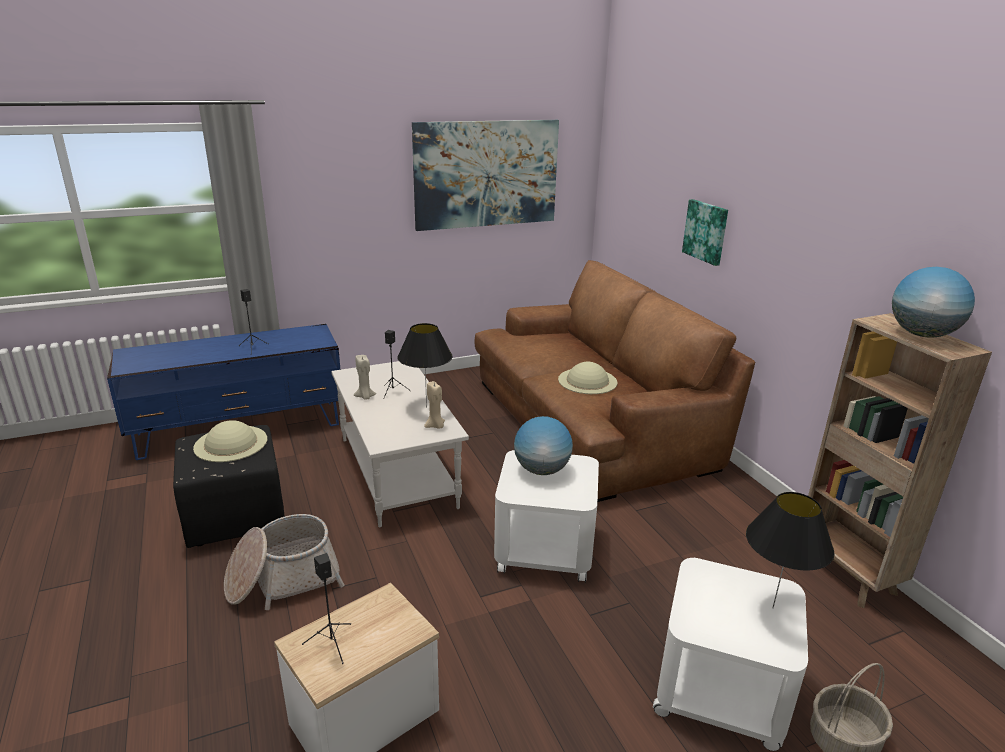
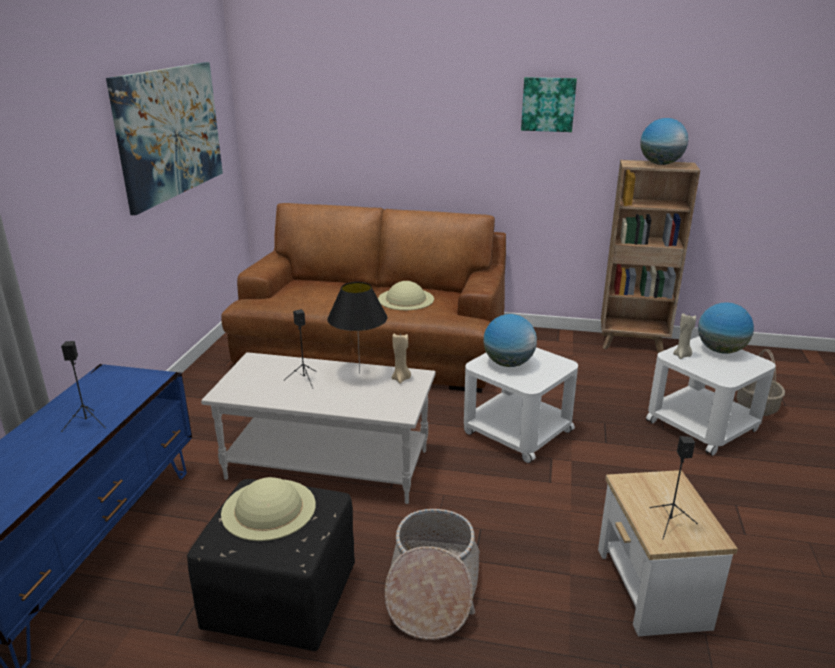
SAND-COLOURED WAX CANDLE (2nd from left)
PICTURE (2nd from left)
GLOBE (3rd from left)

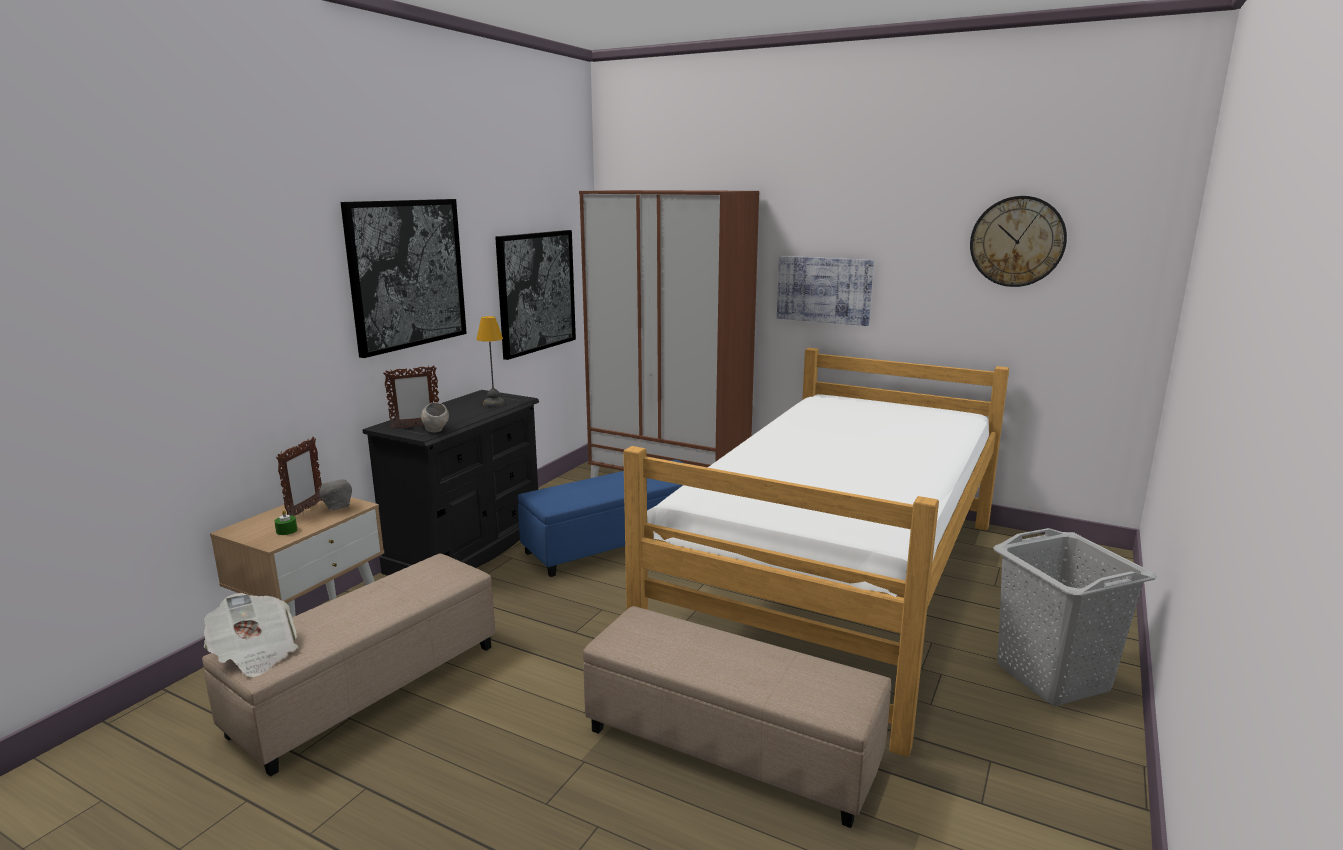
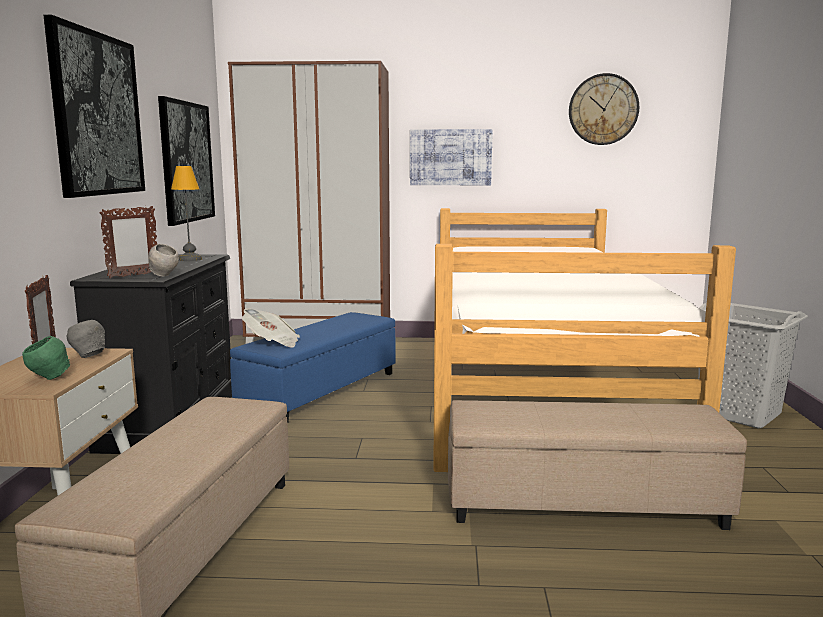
PRINTED PAPER
GREENISH DEEP DISH

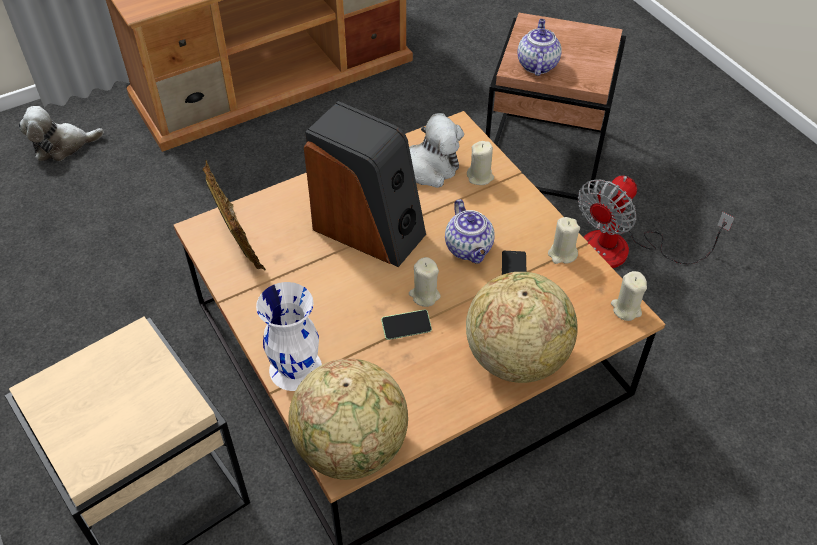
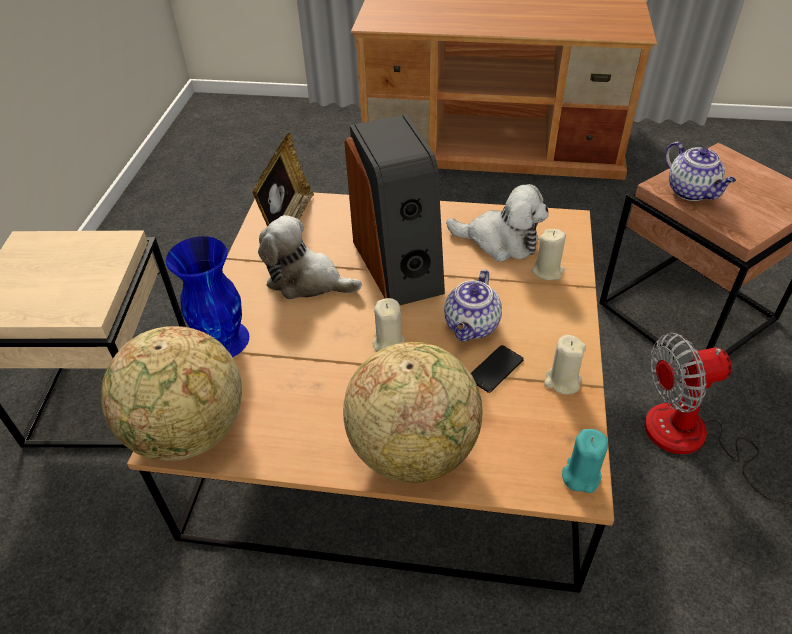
HANDSET (1st from left in the first image)
CUDDLY TOY (1st from left)
BLUE DECORATIVE VASE
TURQUOISE-COLOURED WAX CANDLE
POT FOR TEA (2nd from left)

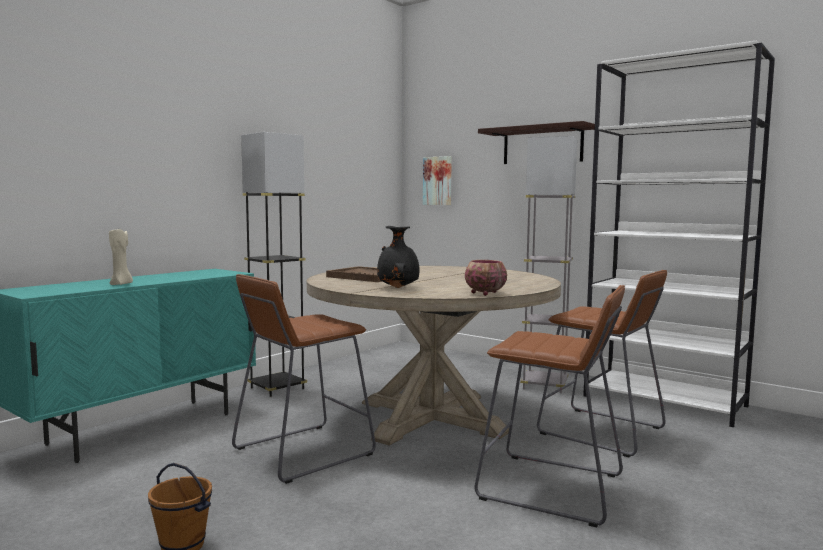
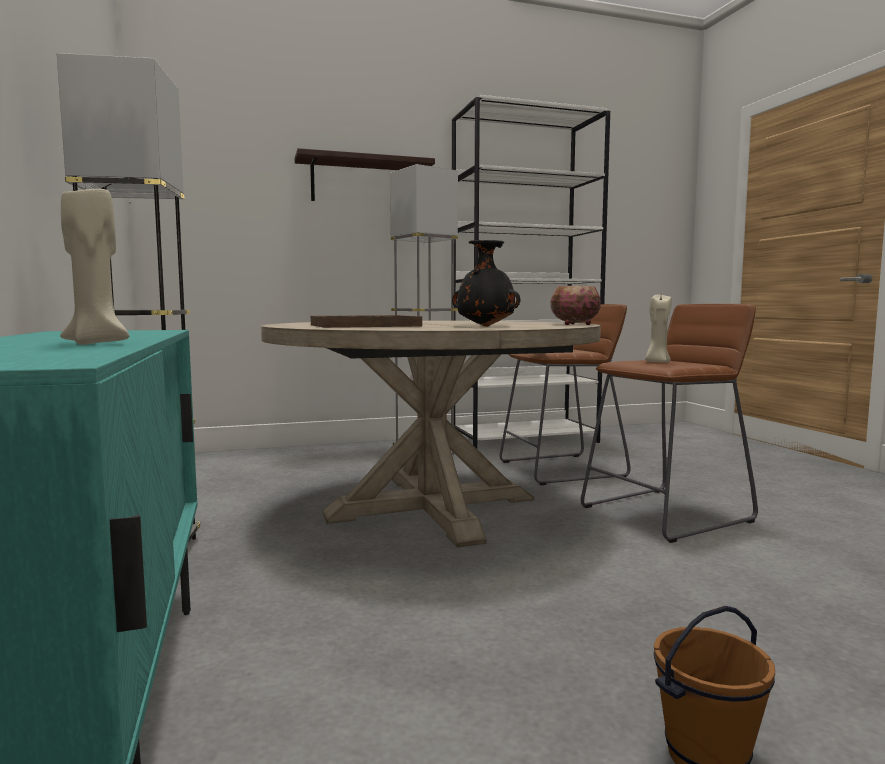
BROWNISH STOOL SEAT (1st from left in the first image)
PICTURE
SAND-COLOURED WAX CANDLE (2nd from left)

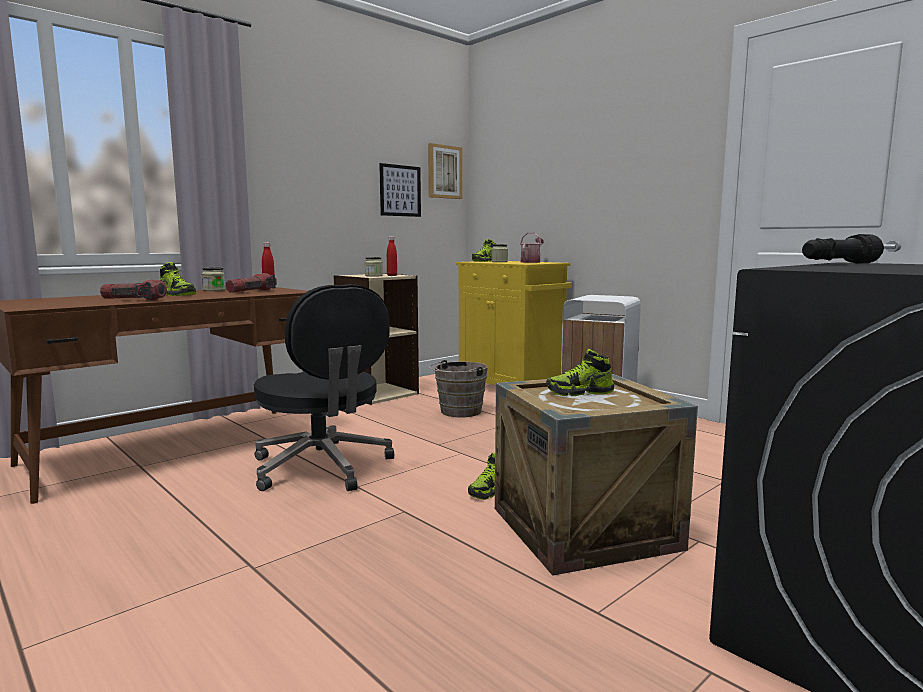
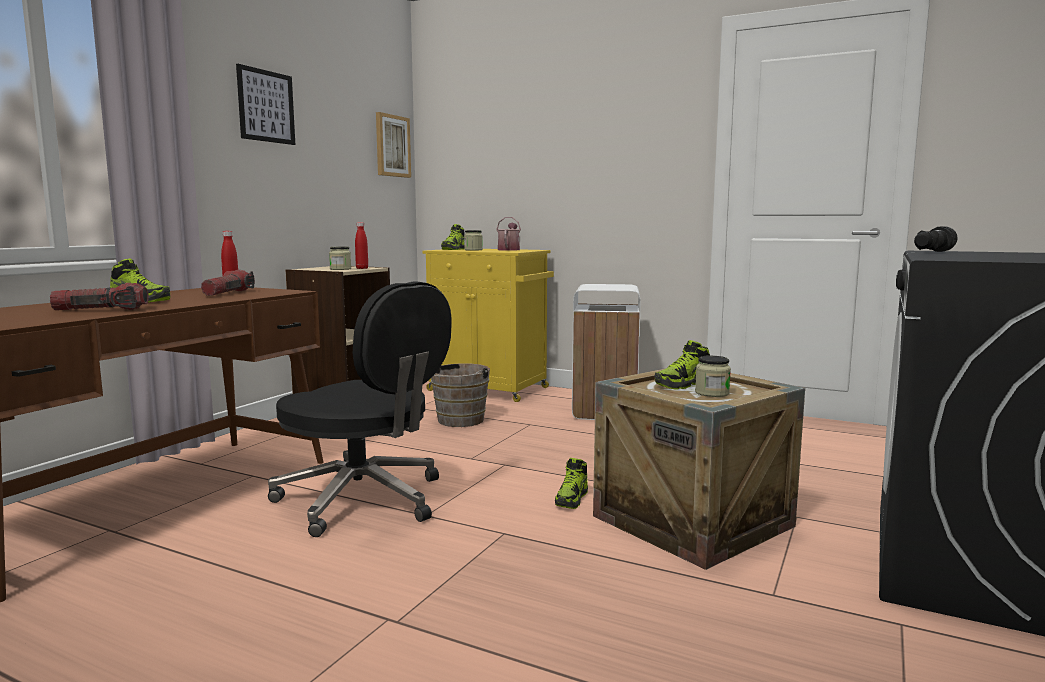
JAR (3rd from left)
PICTURE (1st from left)

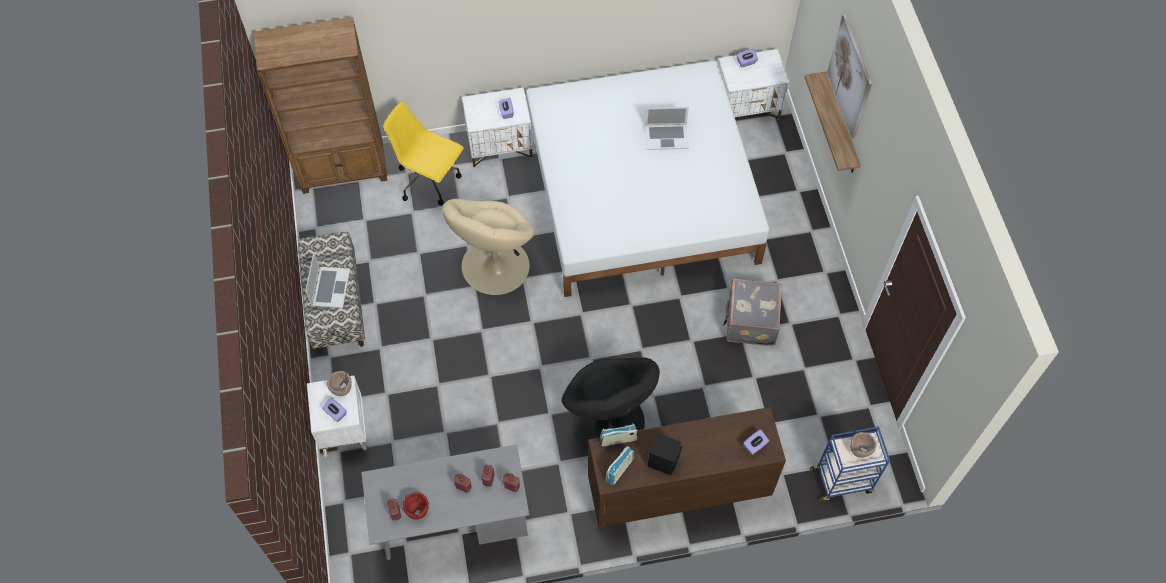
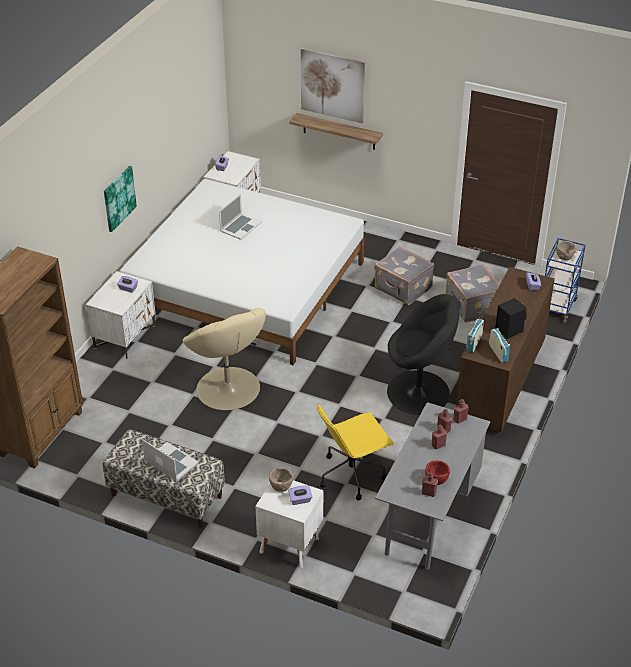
PICTURE (1st from left)
GREY TRAVEL CASE (2nd from left)
YELLOWISH COMPUTER CHAIR

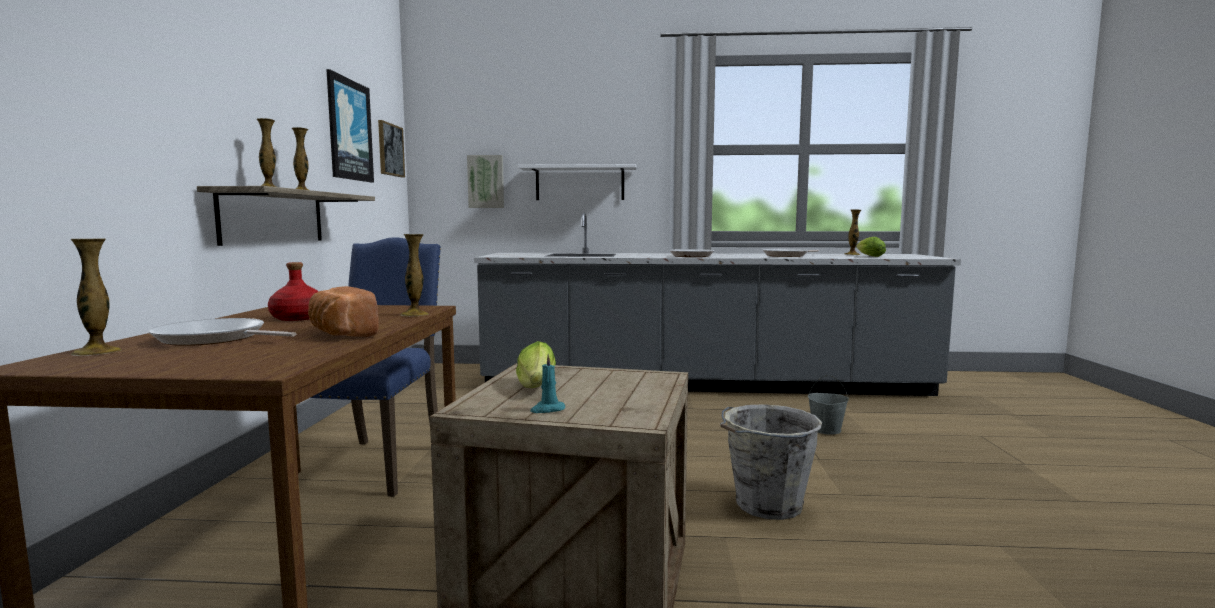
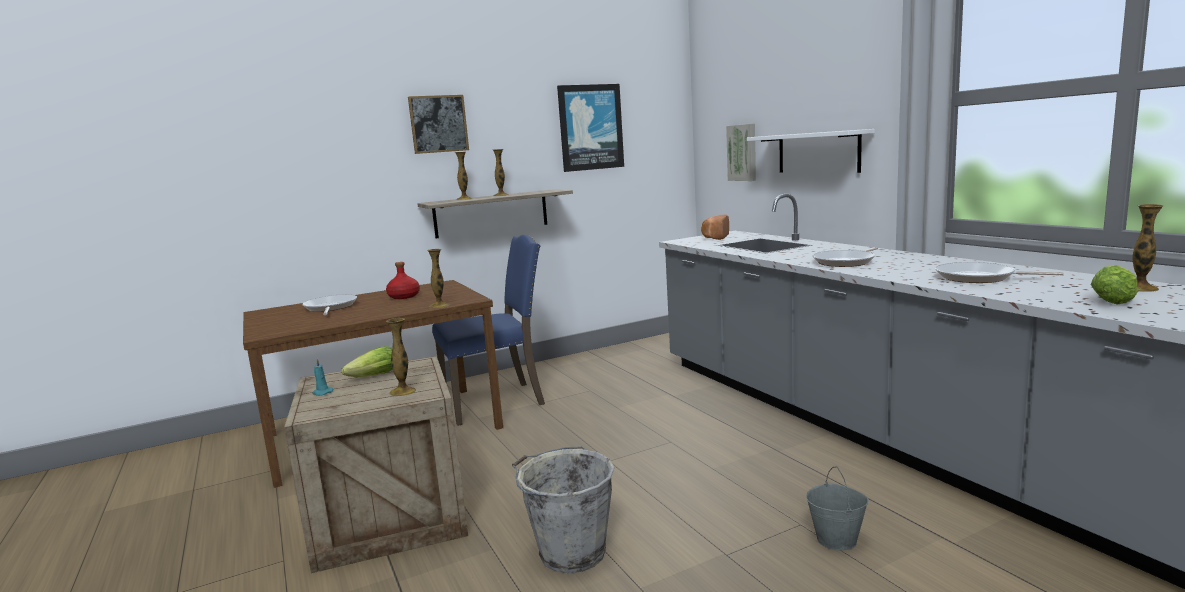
DECORATIVE VASE (1st from left)
BAKERY BREAD
PICTURE (1st from left)

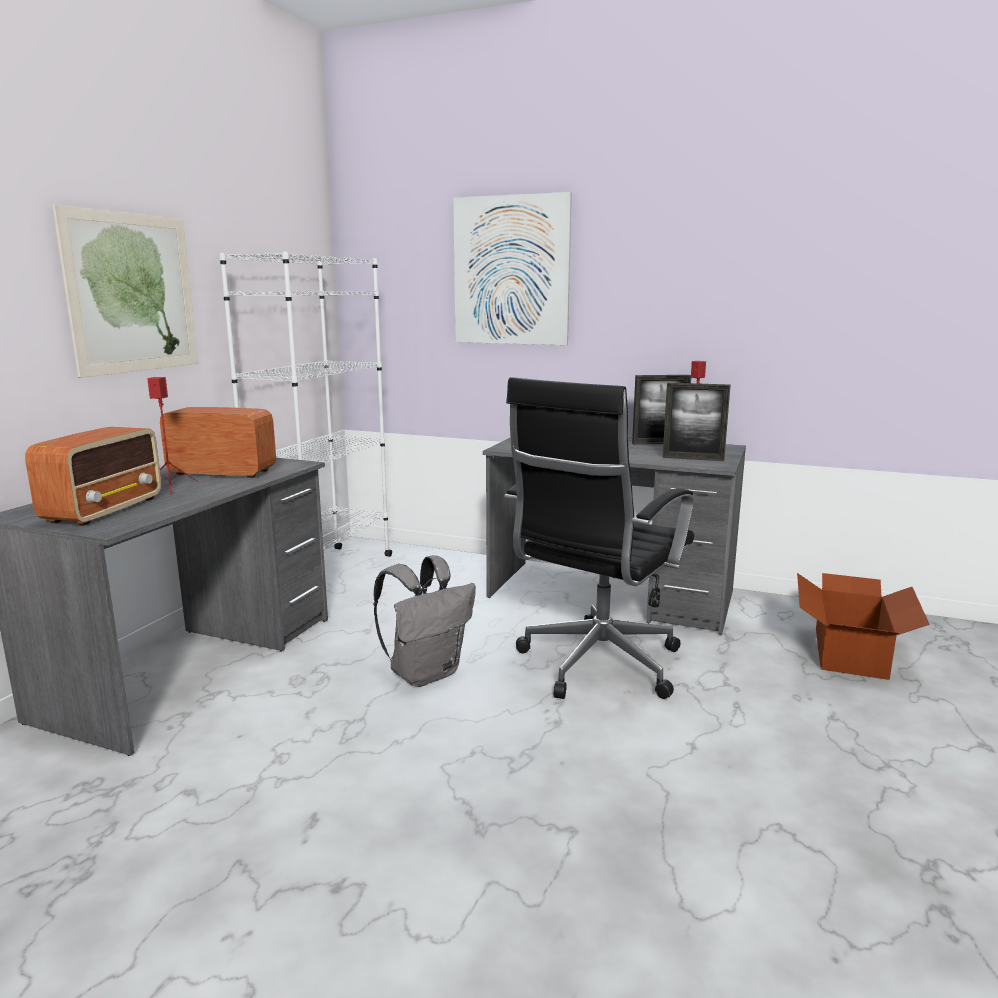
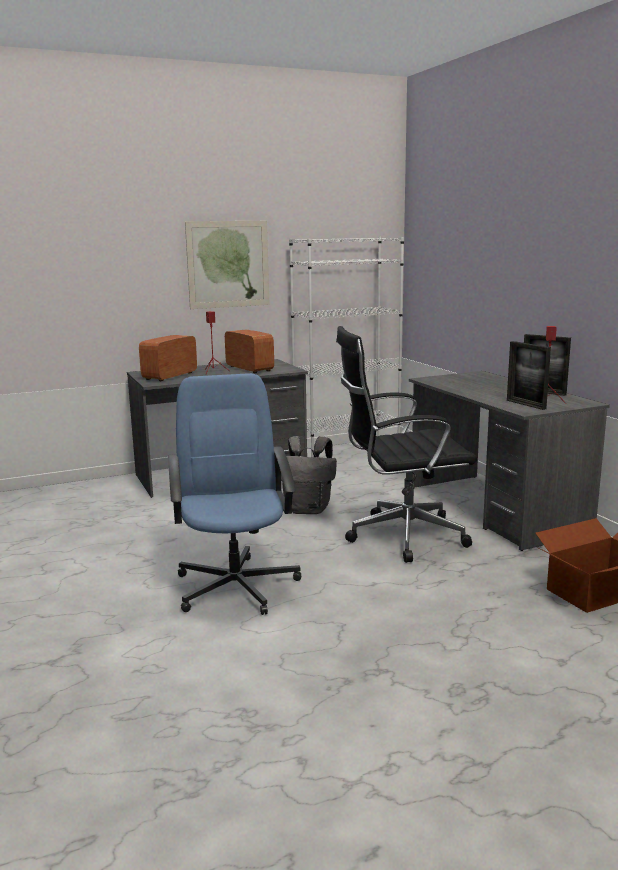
PICTURE (2nd from left in the first image)
BLUE COMPUTER CHAIR
RADIO (1st from left)

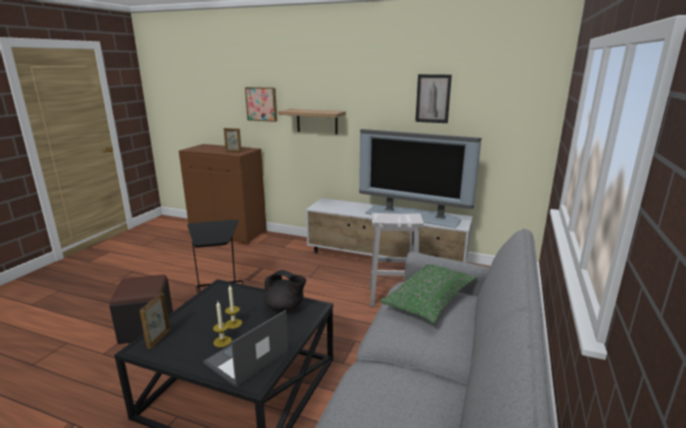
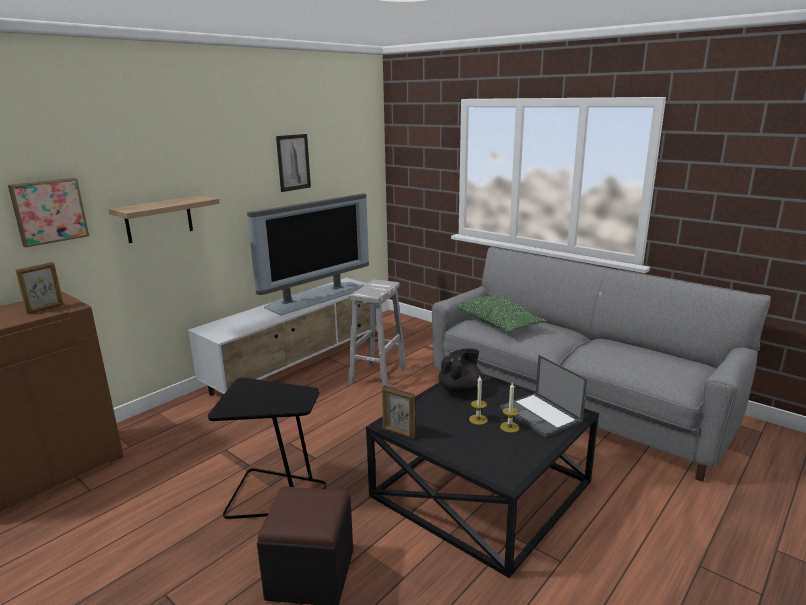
PHOTO FRAME (2nd from left)

